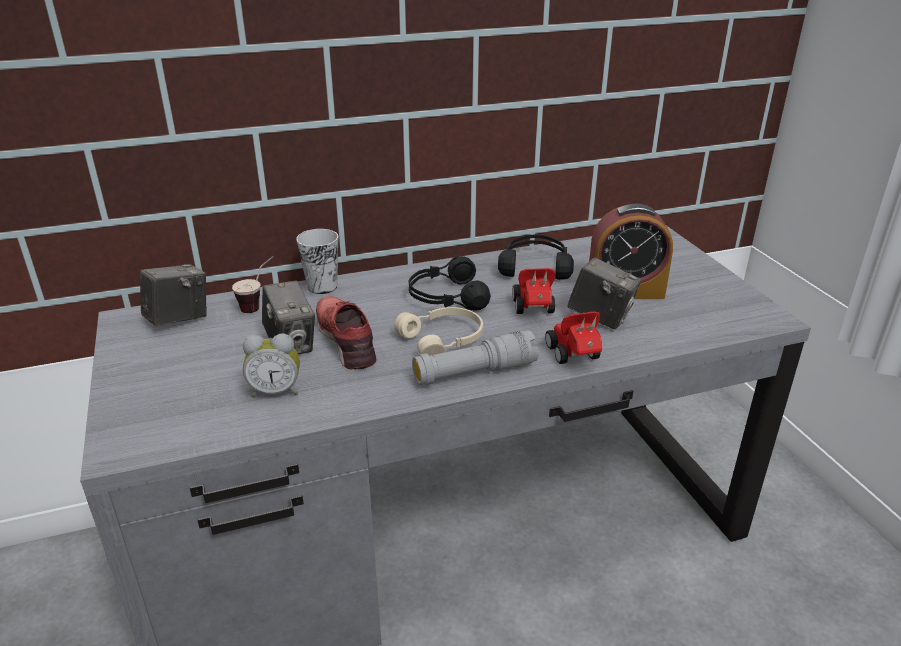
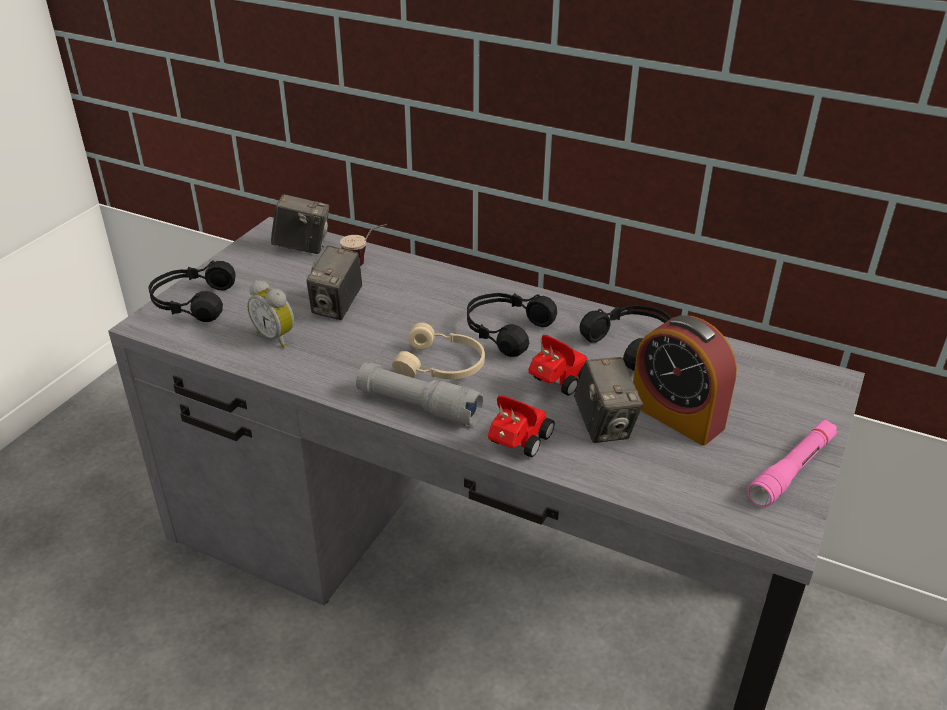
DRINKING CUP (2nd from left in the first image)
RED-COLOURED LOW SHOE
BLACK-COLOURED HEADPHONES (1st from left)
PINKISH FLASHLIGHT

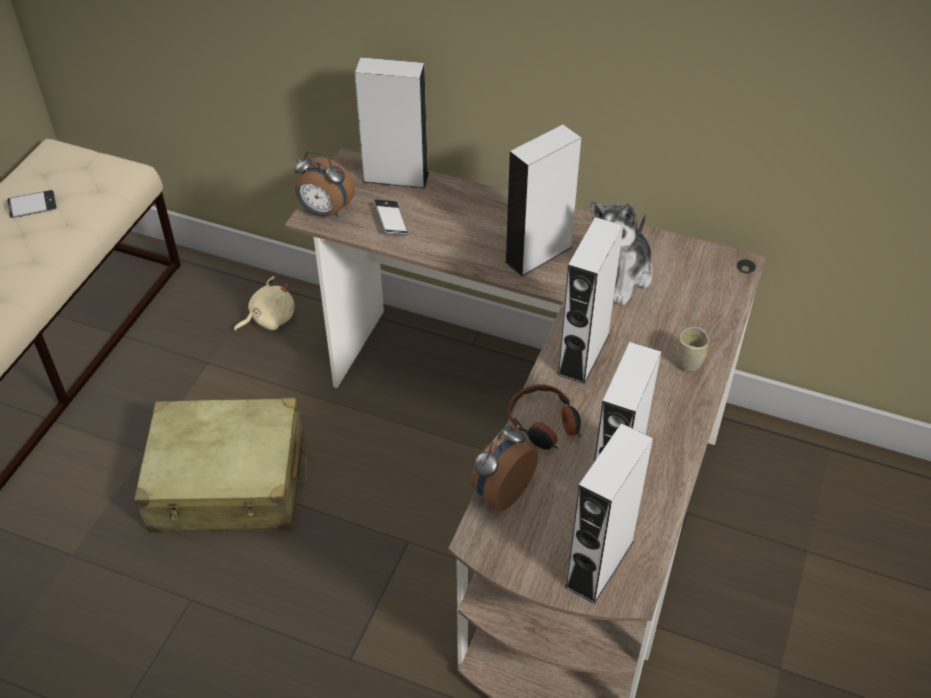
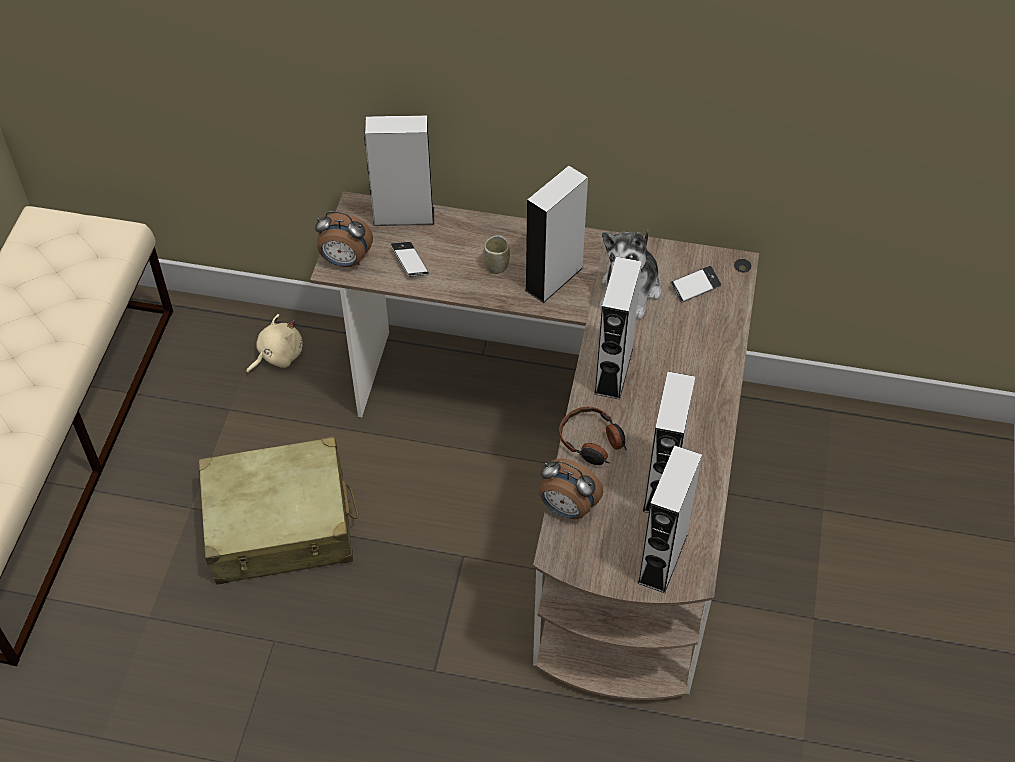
HANDSET (2nd from left)
DRINKING CUP
BEDSIDE CLOCK (2nd from left)

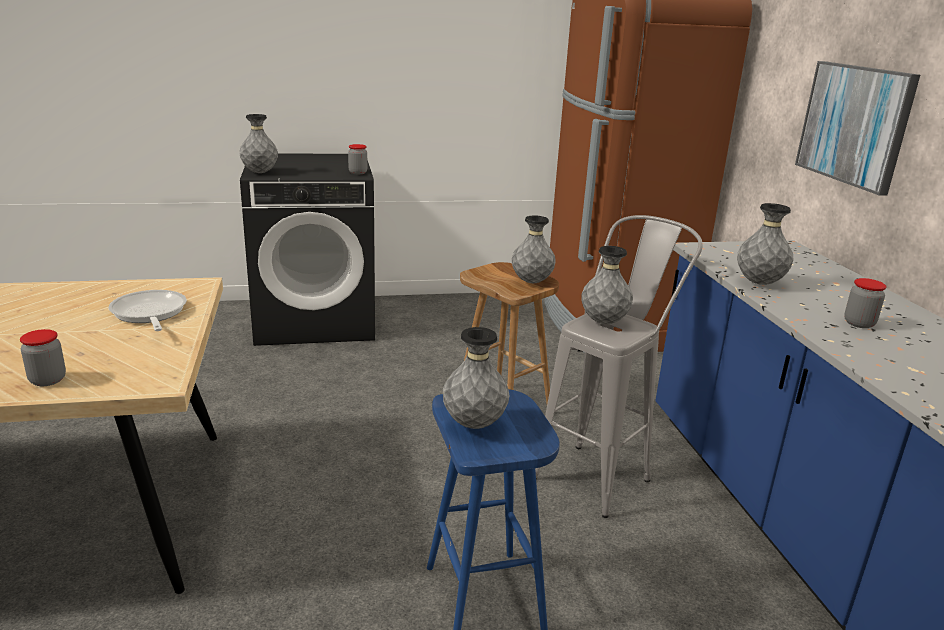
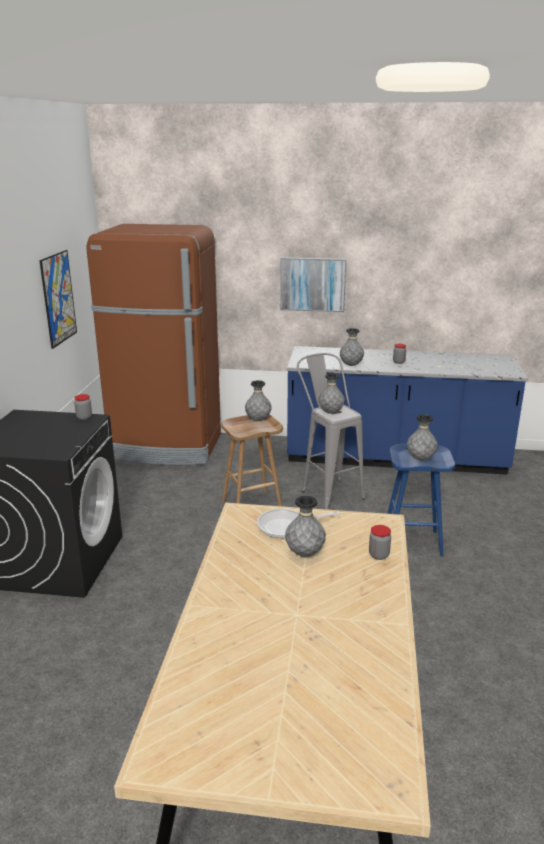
PICTURE (1st from left)
GREY DECORATIVE VASE (2nd from left)

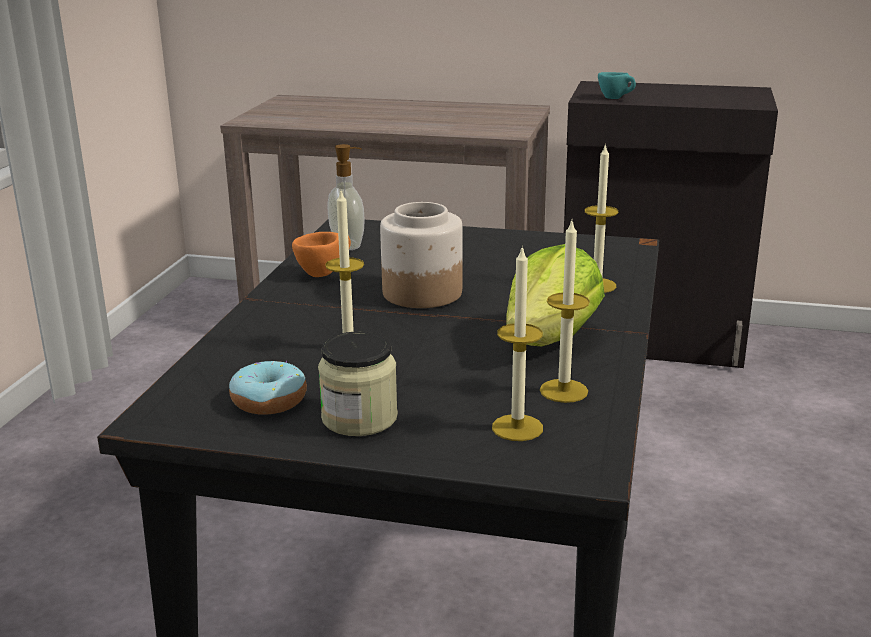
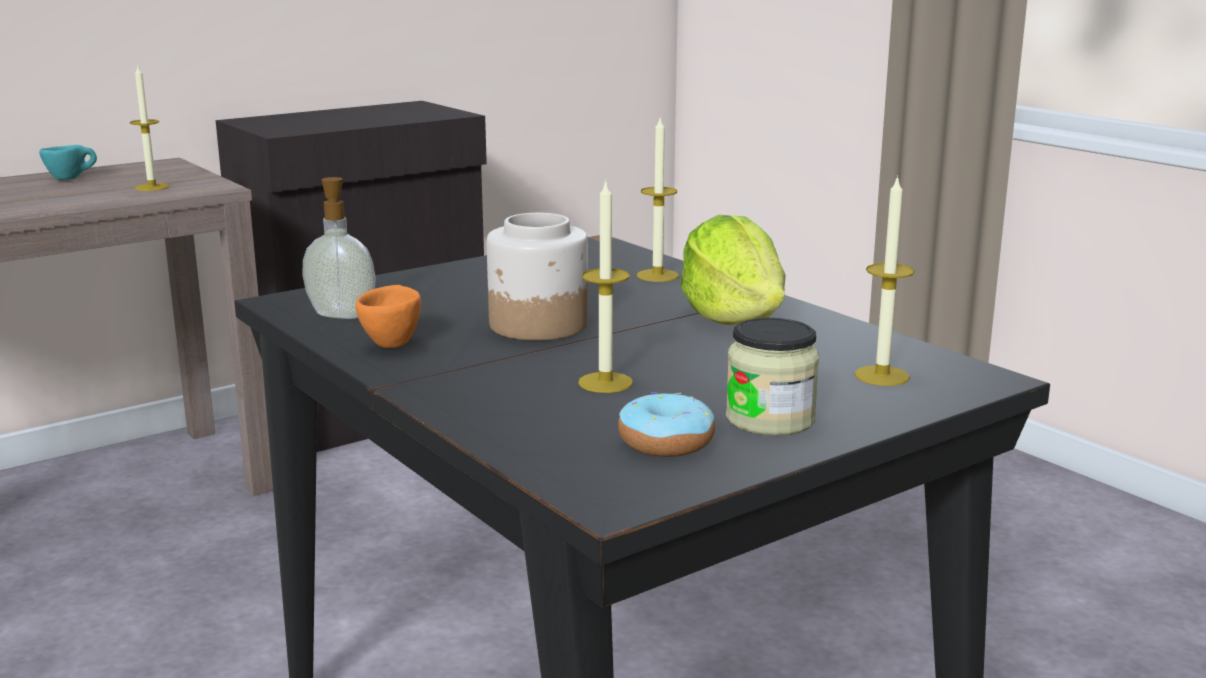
WAX CANDLE (1st from left)
TURQUOISE-COLOURED DRINKING CUP

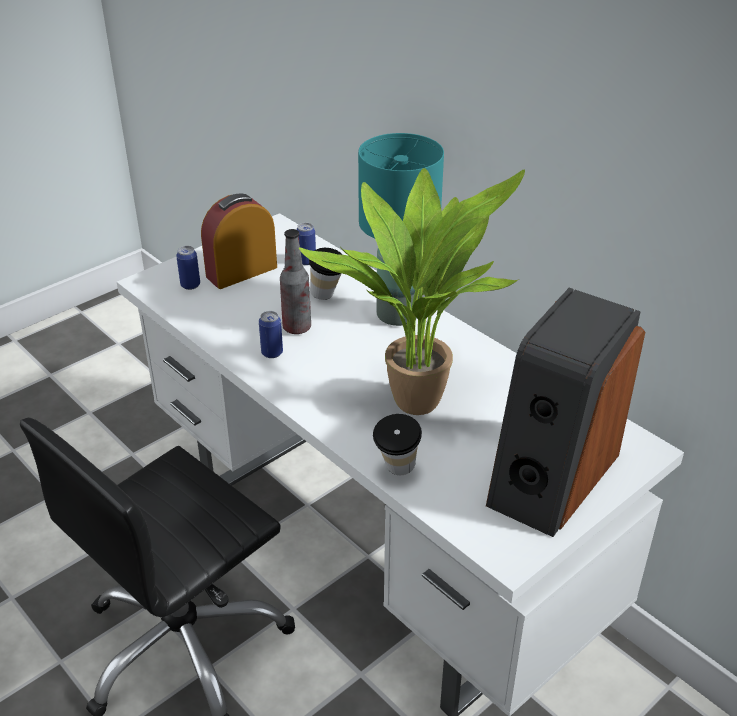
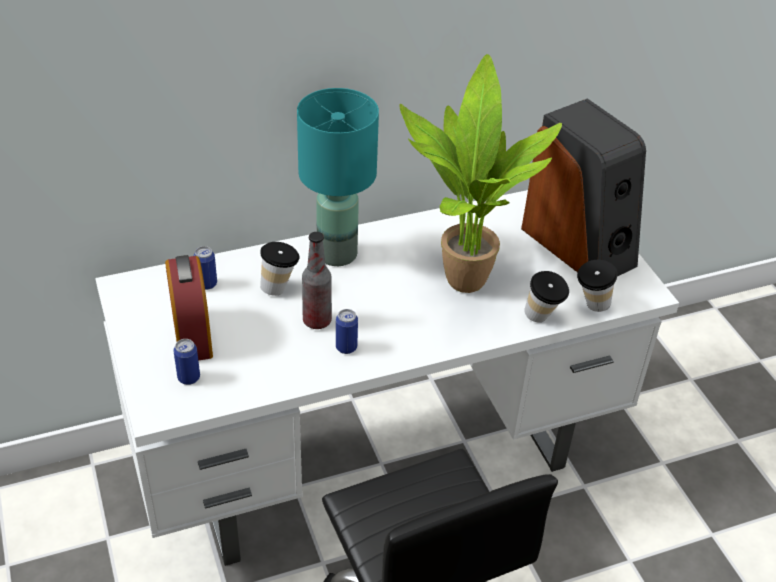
DRINKING CUP (3rd from left)

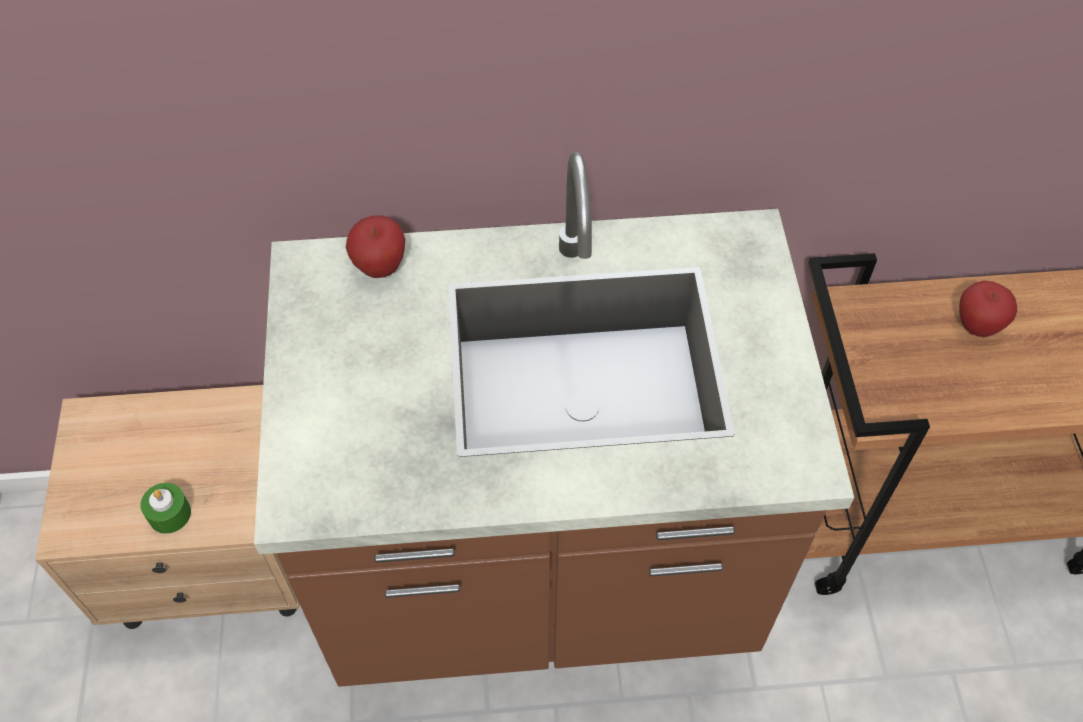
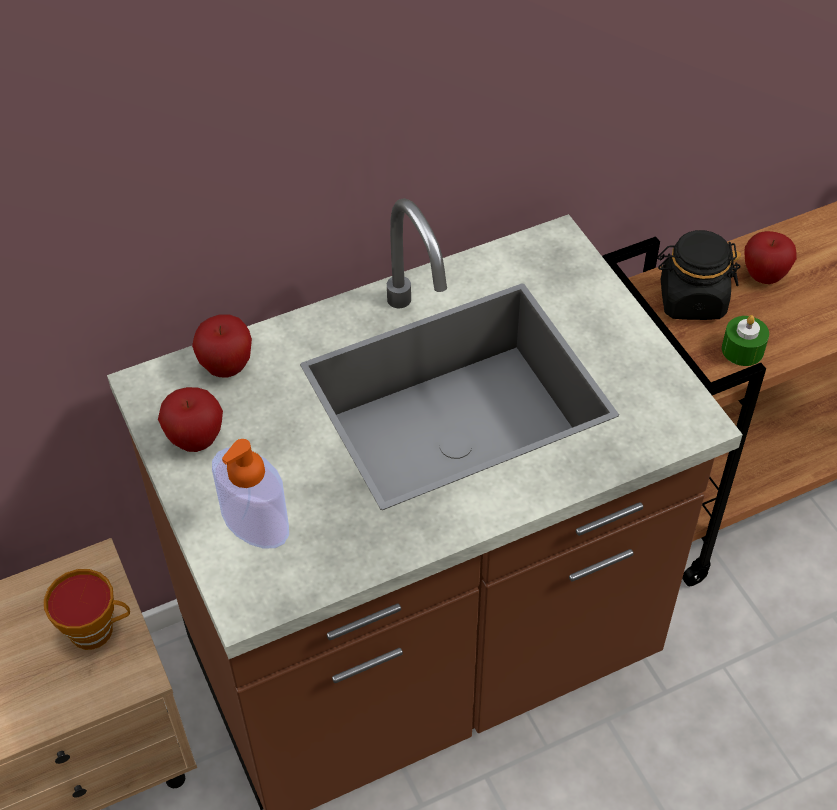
DRINKING CUP
WHOLE APPLE (1st from left)
LIQUID SOAP BOTTLE
BLACK-COLOURED JAR
GREENISH WAX CANDLE

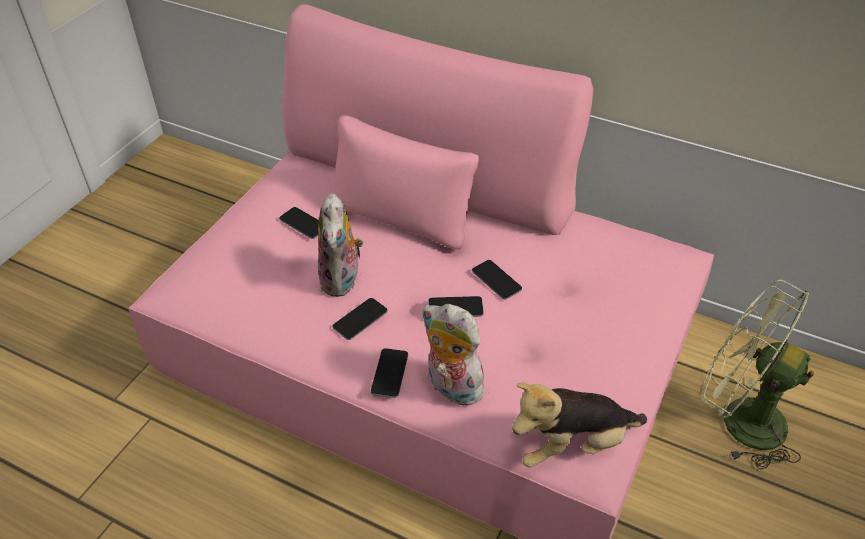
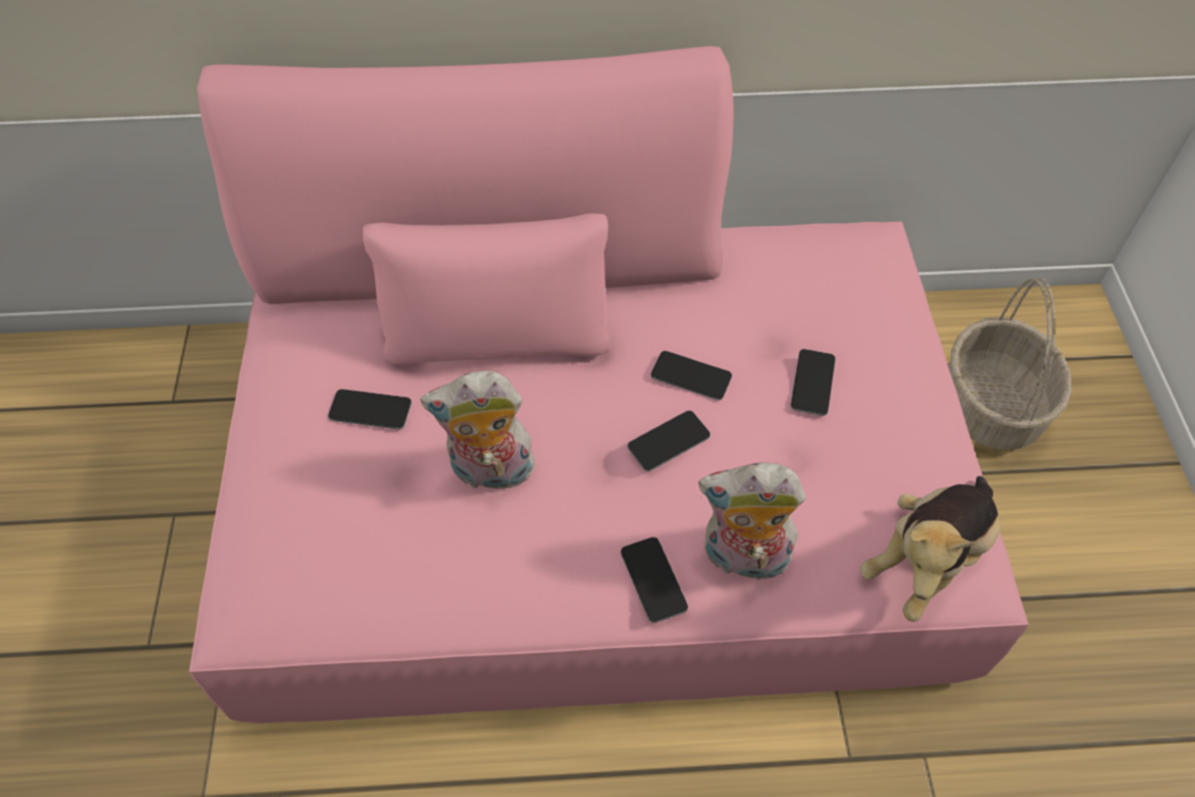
HANDSET (5th from left)
HOUSEHOLD BASKET
CUDDLY TOY (1st from left)

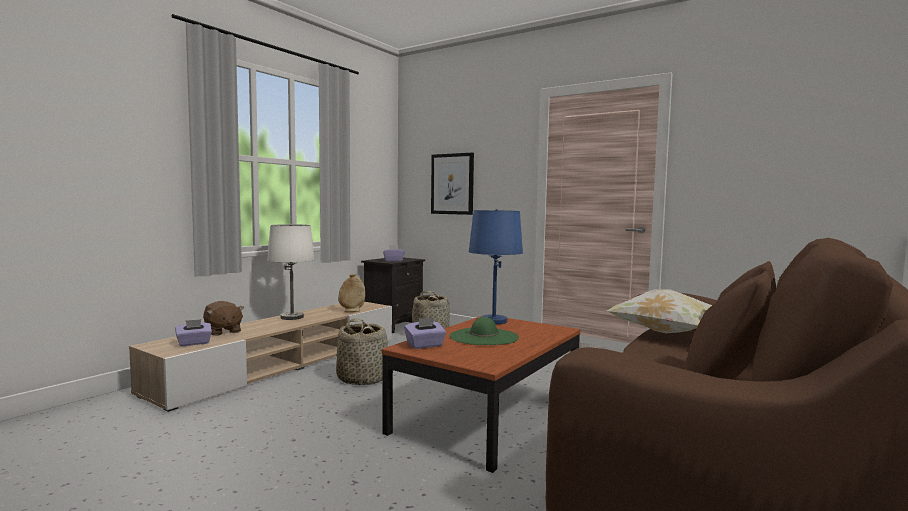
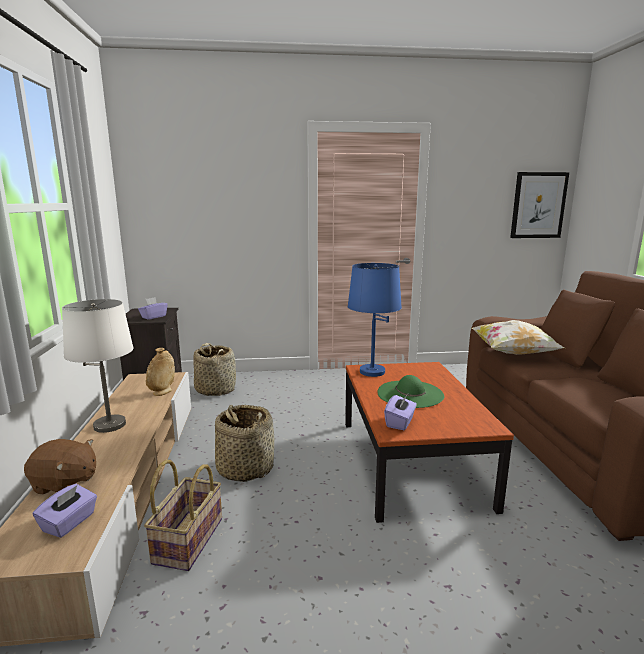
HOUSEHOLD BASKET (1st from left)
PICTURE

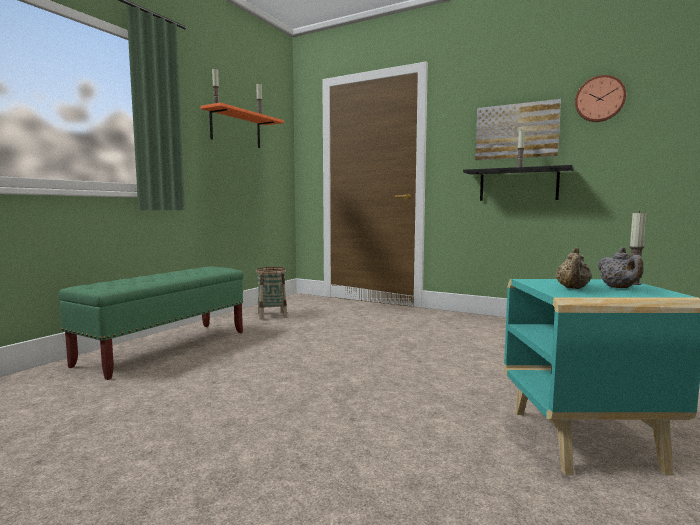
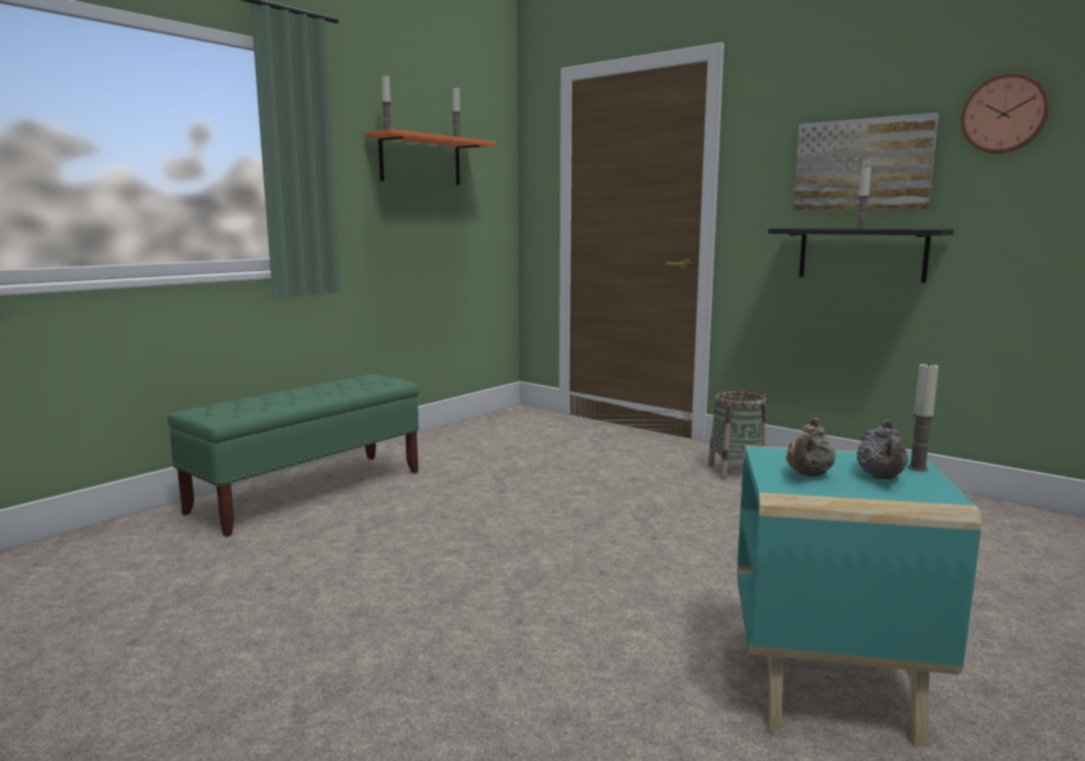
HOUSEHOLD BASKET

